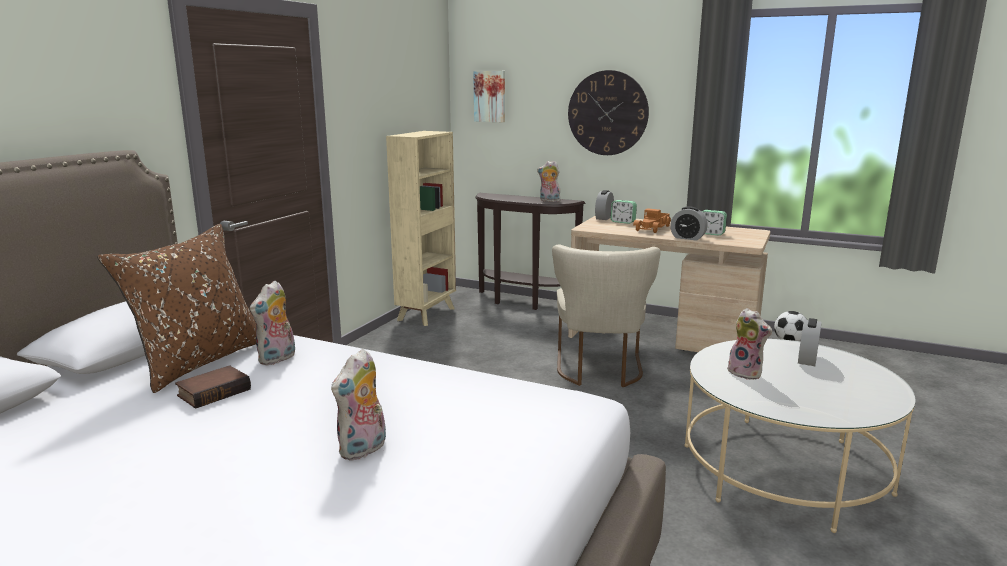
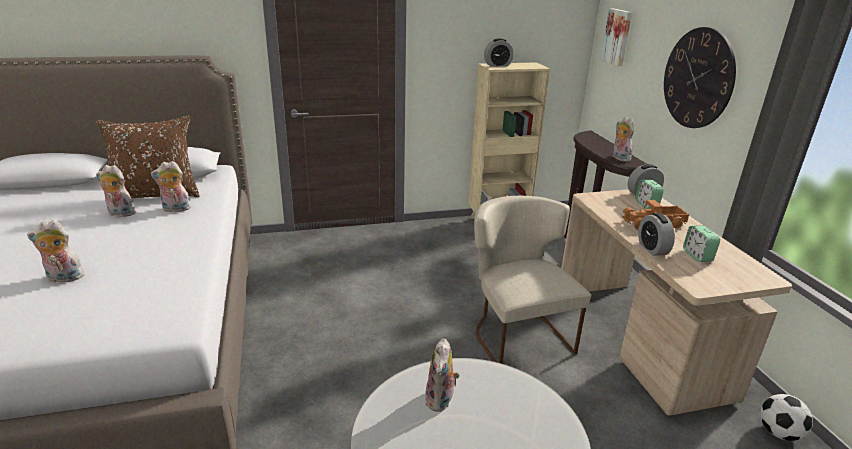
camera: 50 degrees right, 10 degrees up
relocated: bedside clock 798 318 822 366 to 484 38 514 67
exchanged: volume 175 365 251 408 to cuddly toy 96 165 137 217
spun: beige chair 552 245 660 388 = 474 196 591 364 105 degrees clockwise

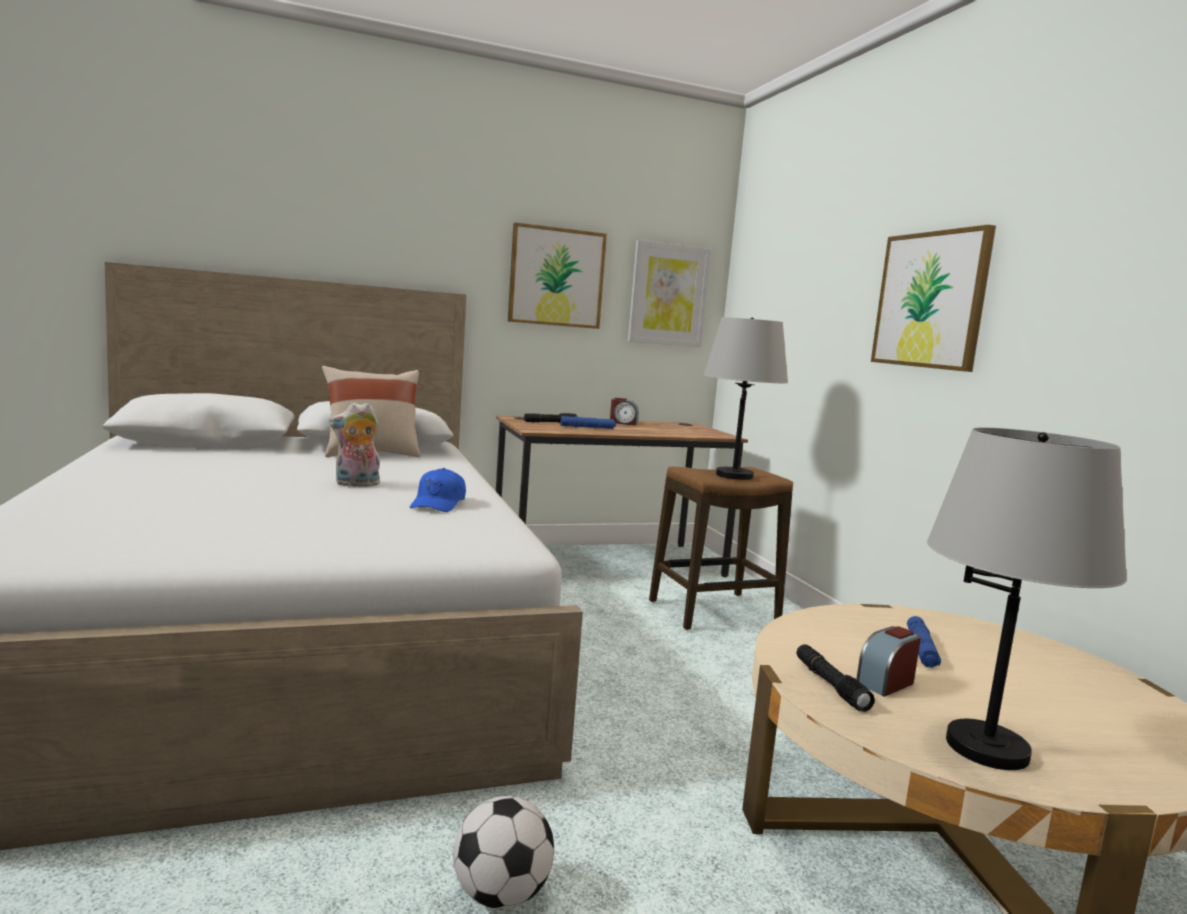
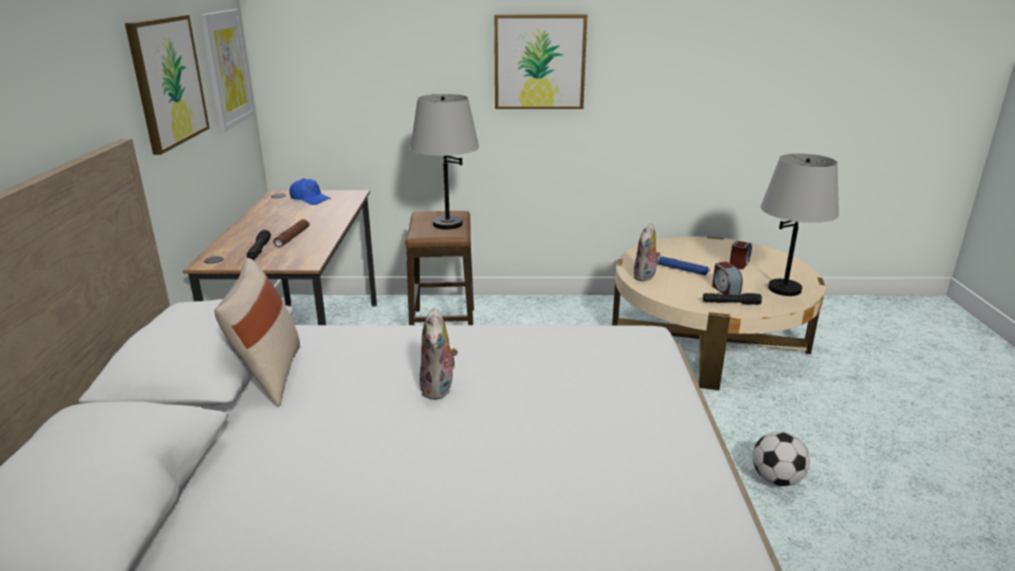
camera: 70 degrees left, 15 degrees up
appeared: cuddly toy 633 223 661 281
relocated: bedside clock 610 398 639 426 to 730 241 752 269; blue-coloured baseball cap 410 468 466 512 to 289 178 331 205
colour: blue-coloured torch 561 416 616 429 to brown-coloured torch 273 219 310 247

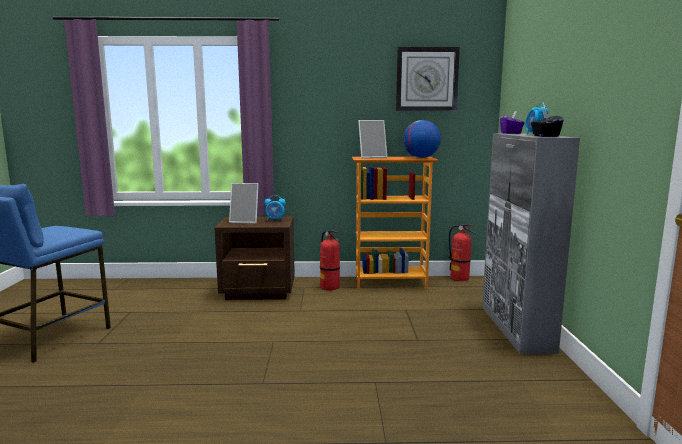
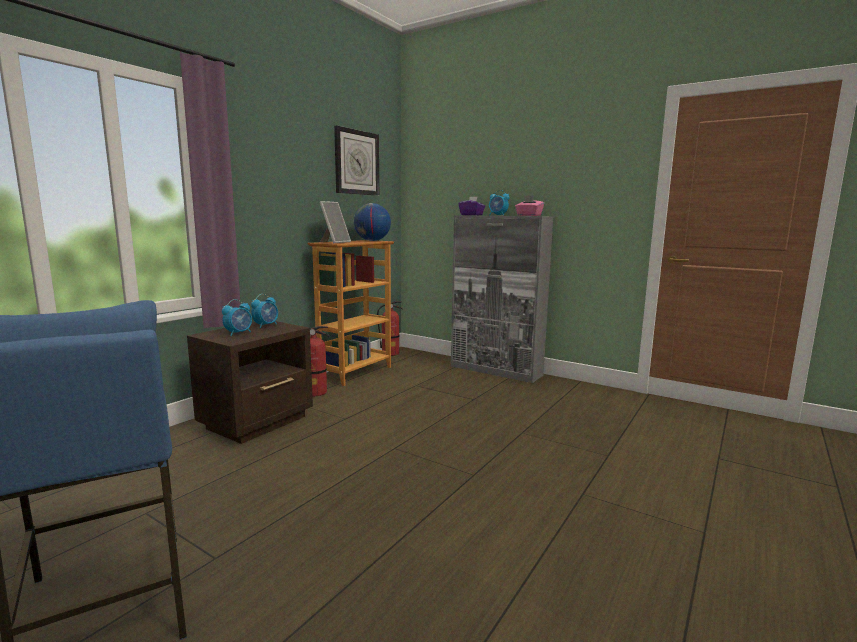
camera: 55 degrees left, 0 degrees up
exchanged: standing frame 229 183 259 223 to bedside clock 222 299 252 336
colour: black-coloured tissue box 531 110 563 137 to pinkish tissue box 515 196 544 216

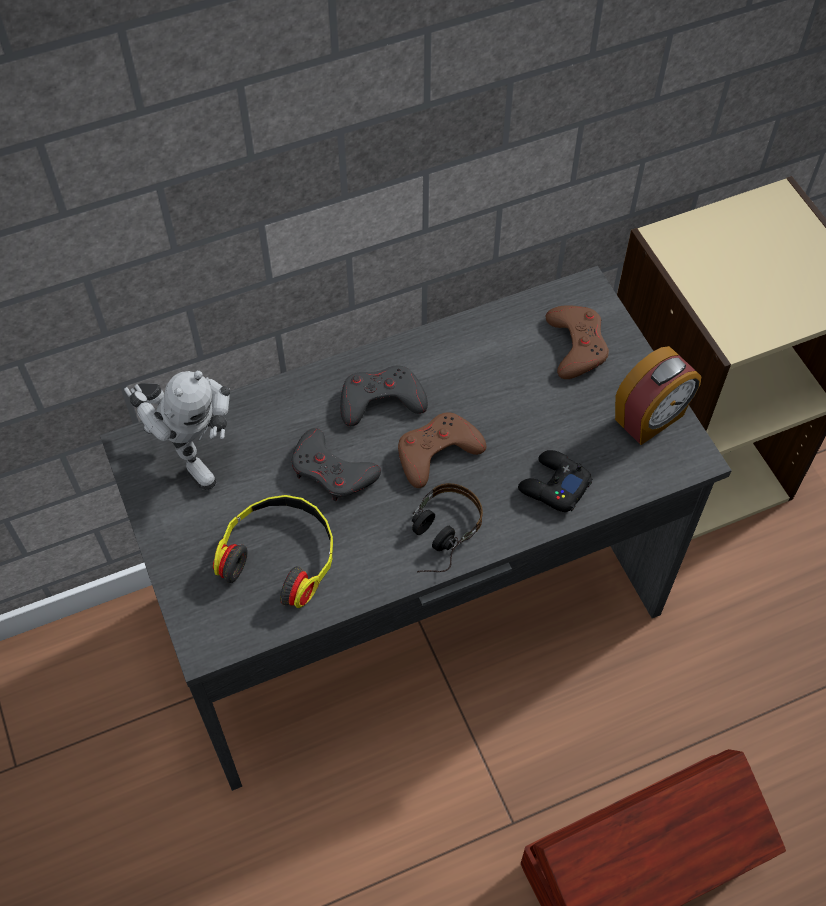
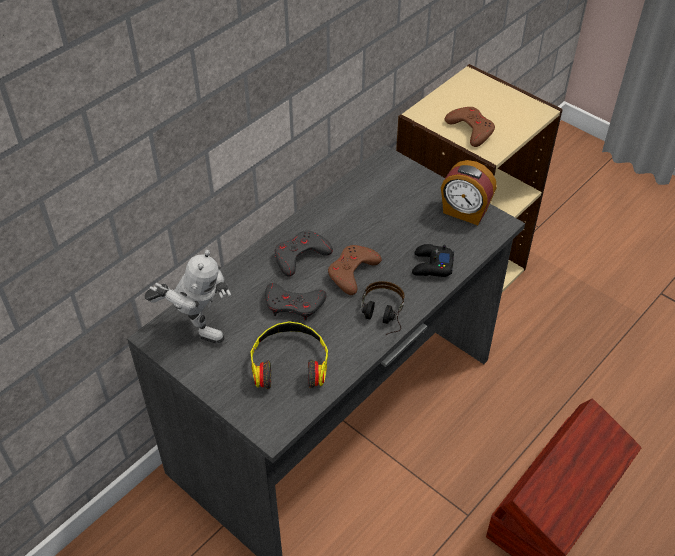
camera: 25 degrees left, 10 degrees down
relocated: brown-coloured game controller 546 305 609 379 to 445 107 495 147
spun: bedside clock 615 346 701 445 = 441 160 497 225 90 degrees clockwise

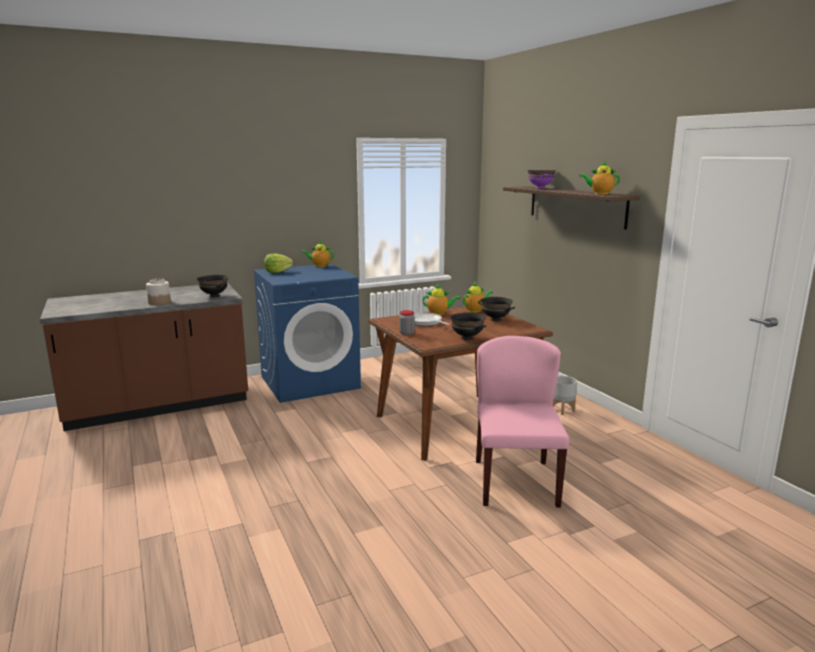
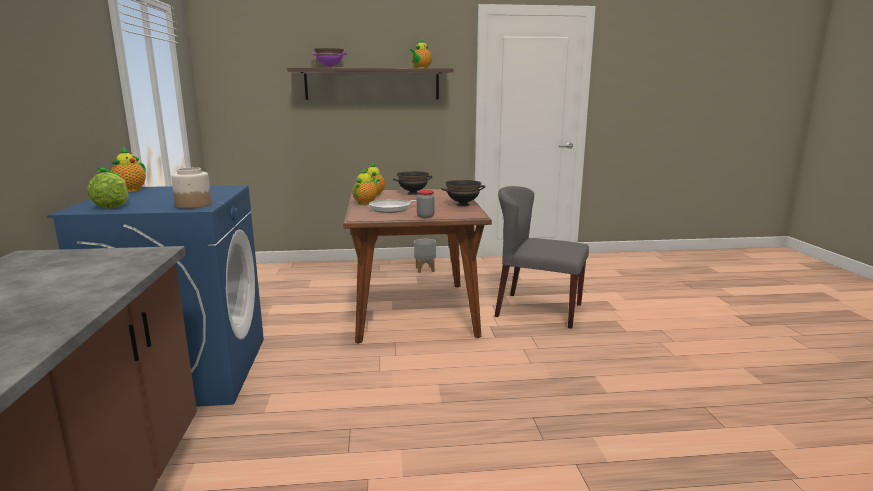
camera: 70 degrees left, 0 degrees up
missing: black-coloured serving bowl 197 275 228 298
relocated: storage jar 146 279 171 305 to 171 167 212 209
colour: pinkish chair 476 336 569 507 to grey chair 494 186 589 329

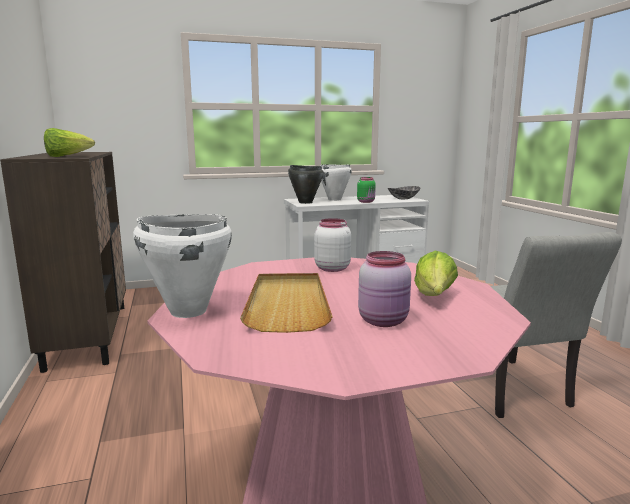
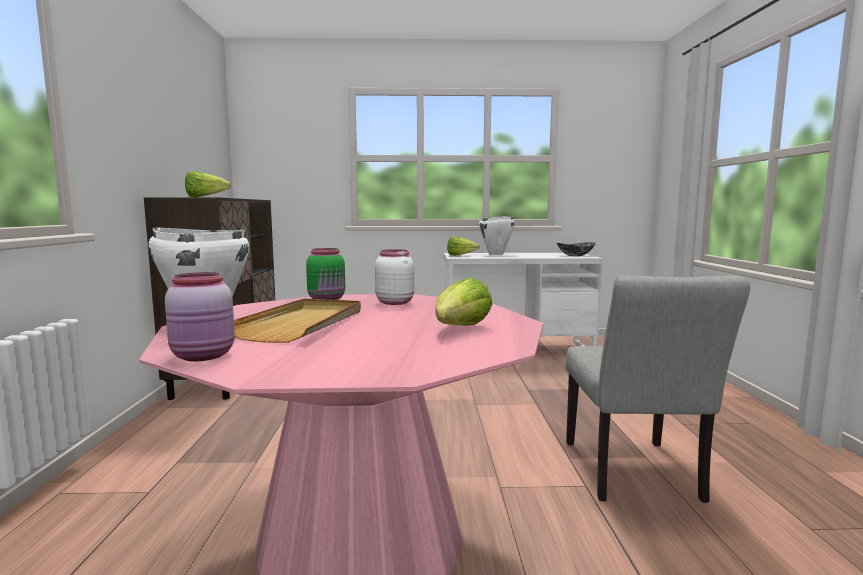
camera: 15 degrees right, 5 degrees down
relocated: greenish storage jar 357 177 376 203 to 306 248 345 300; pinkish storage jar 358 251 411 327 to 165 272 235 361
exchanged: black-coloured saucepot 288 165 323 204 to lettuce 447 236 480 256

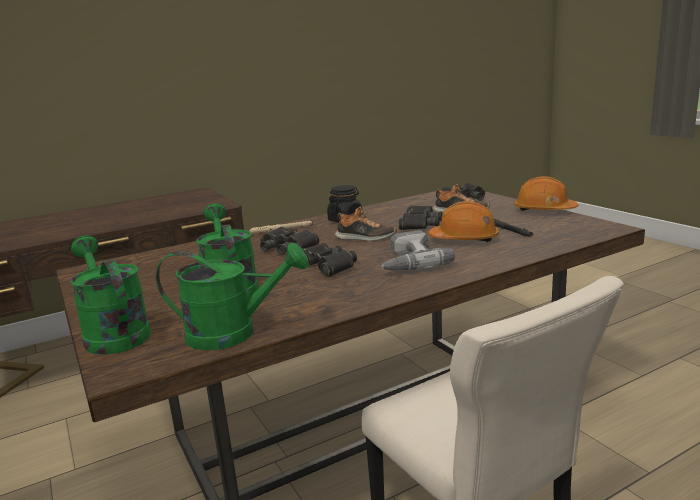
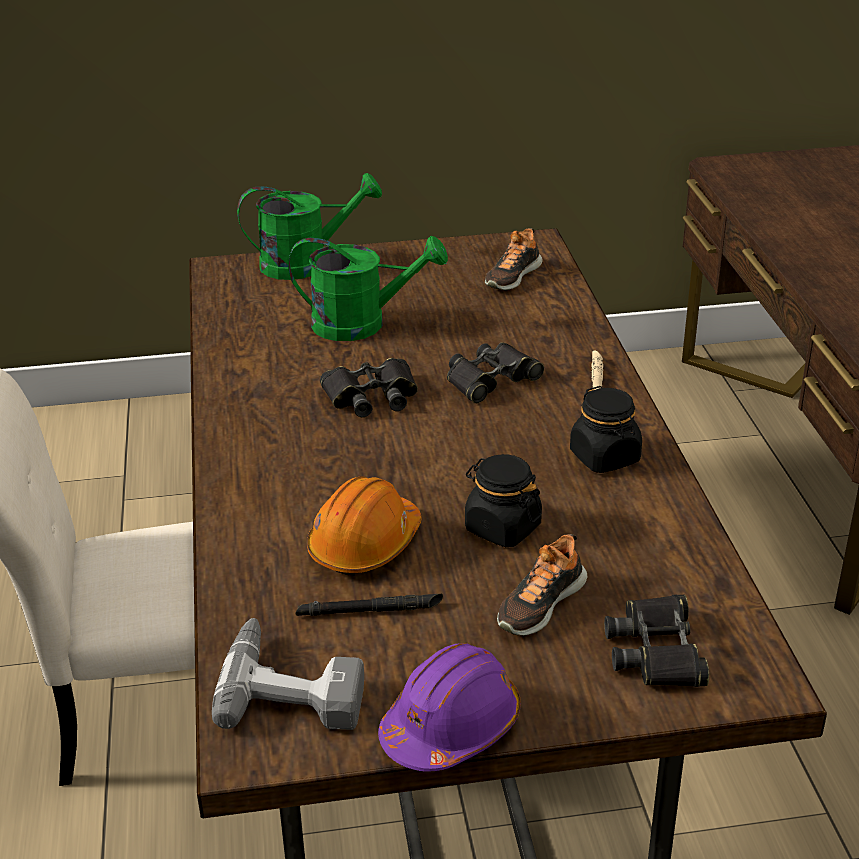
camera: 110 degrees right, 15 degrees up
missing: greenish watering pot 156 243 309 350
relocated: low shoe 335 207 397 241 to 485 228 543 290; power drill 381 230 455 271 to 212 618 364 730
exchanged: black-coloured pair of binoculars 398 205 442 230 to black-coloured storage jar 465 454 542 547
colour: orange hard hat 514 176 578 211 to purple-coloured hard hat 378 643 521 772

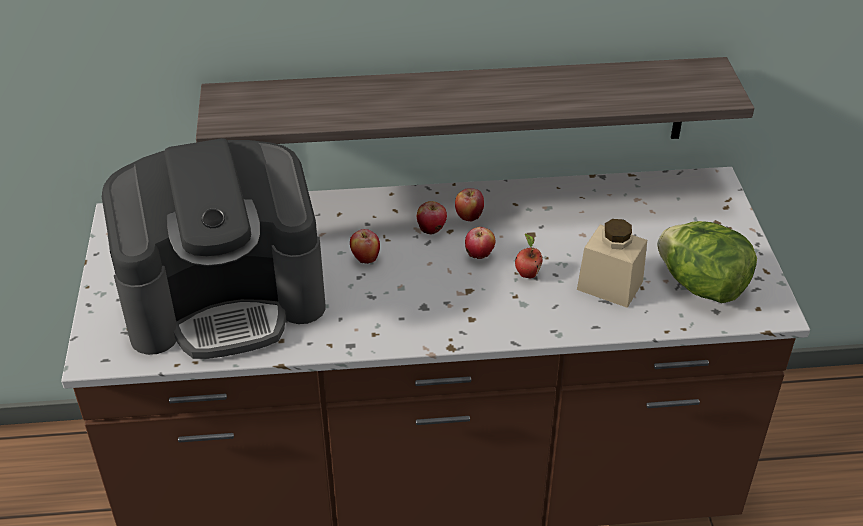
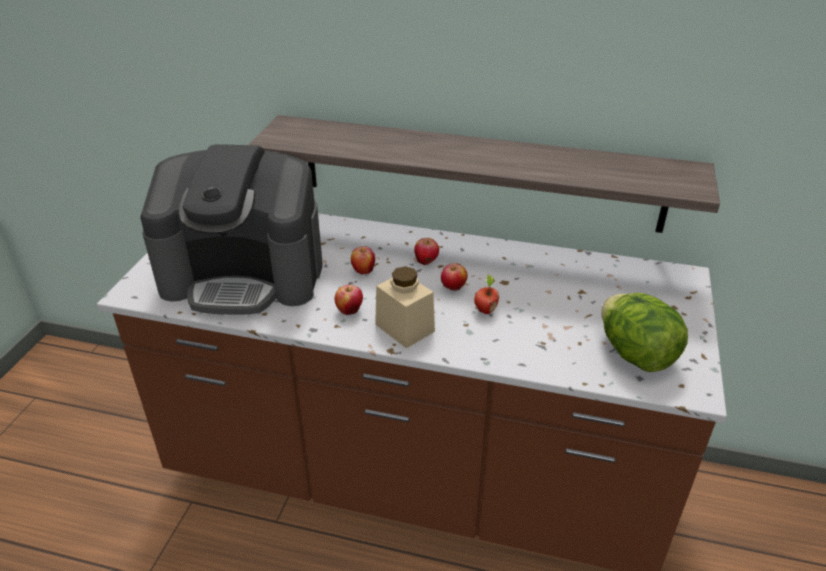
camera: 20 degrees right, 5 degrees down
relocated: apple 455 188 484 222 to 335 285 363 315; beige storage jar 577 219 647 308 to 375 266 435 348

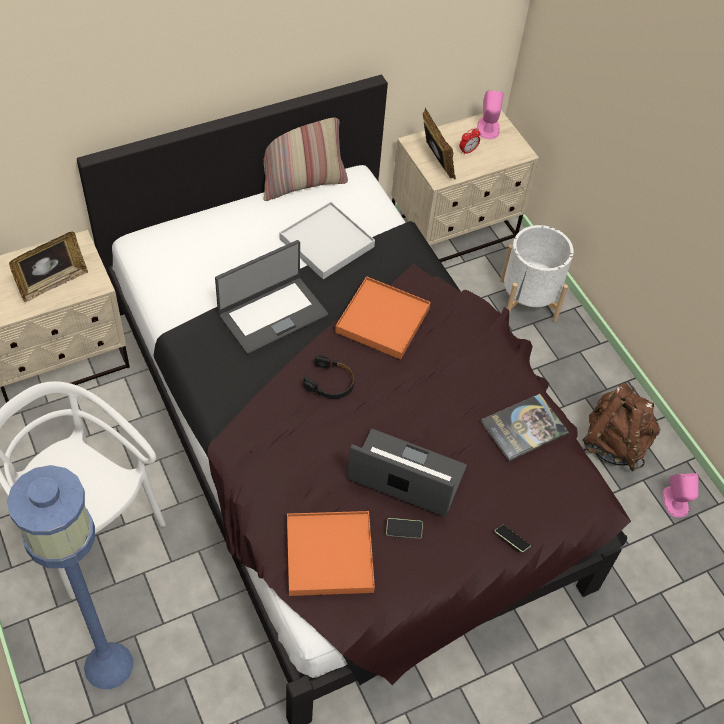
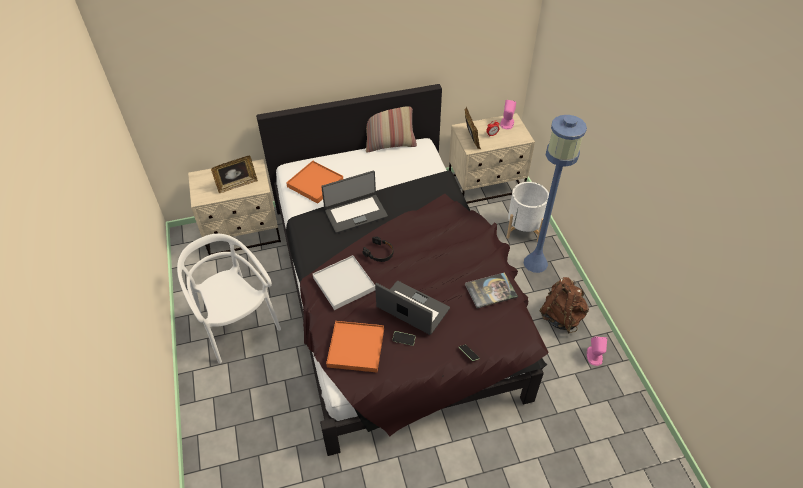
camera: 15 degrees right, 5 degrees down
relocated: white-coloured serving tray 279 202 375 279 to 313 255 375 310; orange serving tray 335 276 431 360 to 286 161 343 204; blue-coloured standard lamp 7 465 133 689 to 524 115 587 273

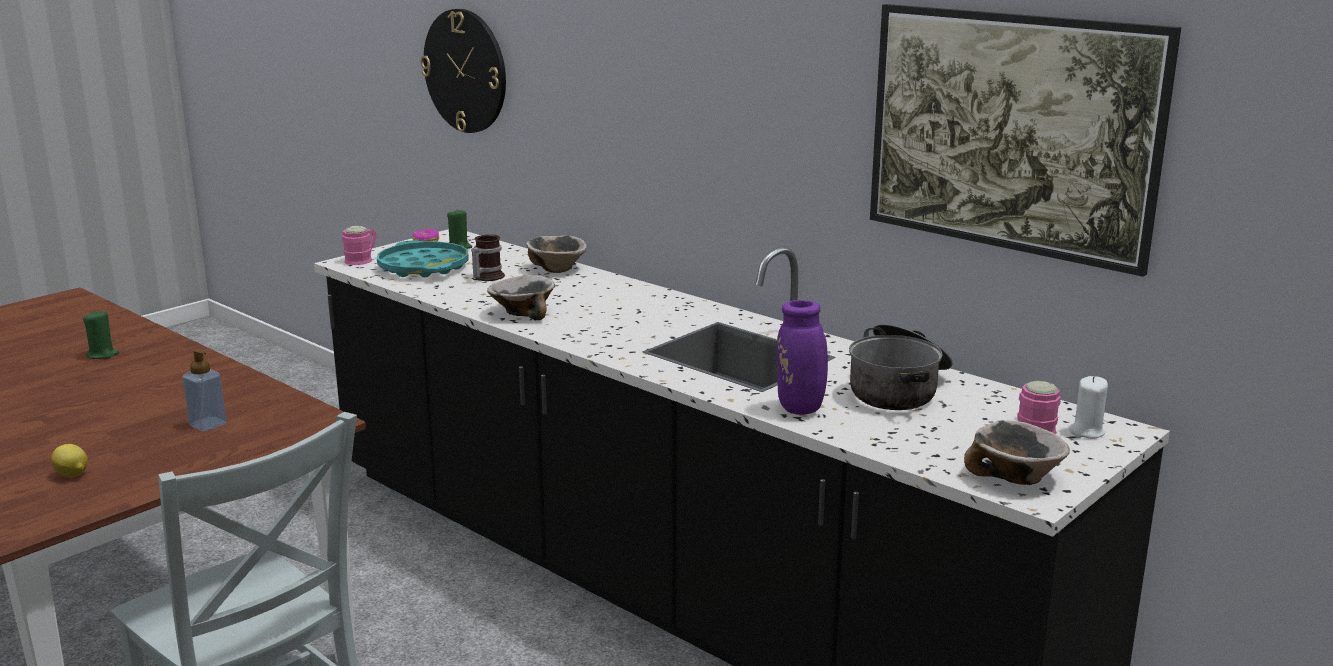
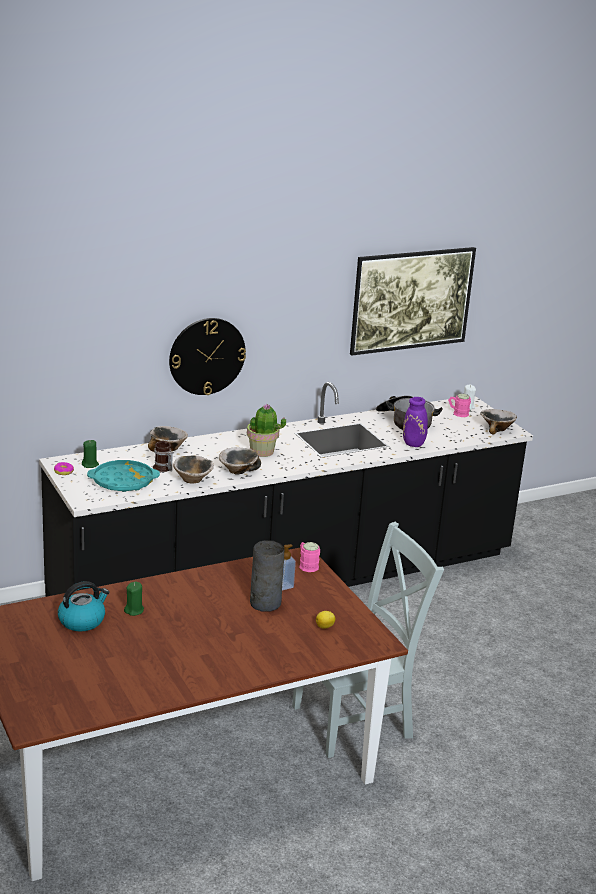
camera: 70 degrees left, 5 degrees up
appeared: potted plant 247 404 286 457; serving bowl 173 455 214 483; grey vase 250 540 284 612; water kettle 58 581 109 632
relocated: clock on the wall 421 9 506 133 to 169 318 246 395; pinkish mug 342 226 377 265 to 299 542 320 572

